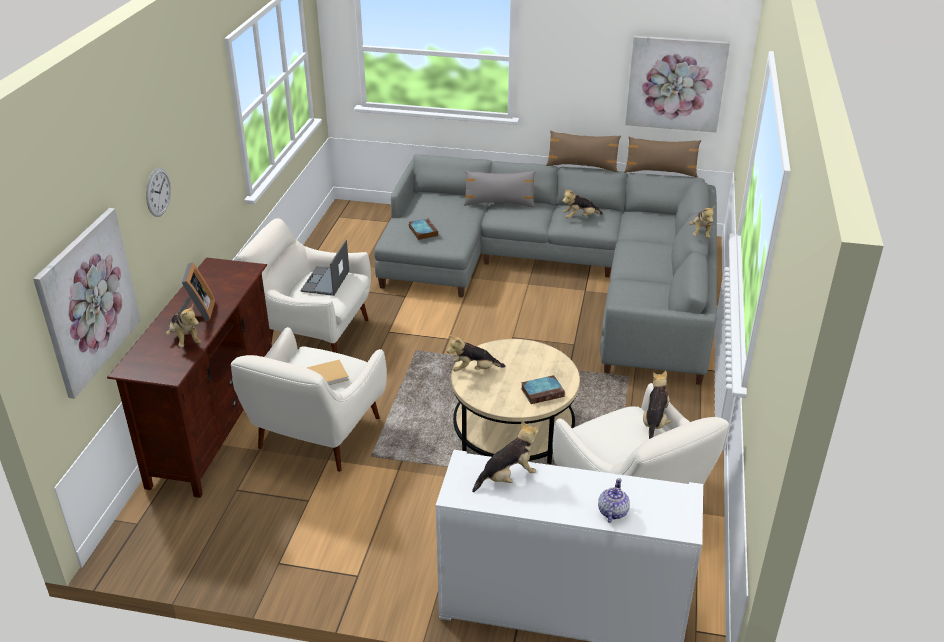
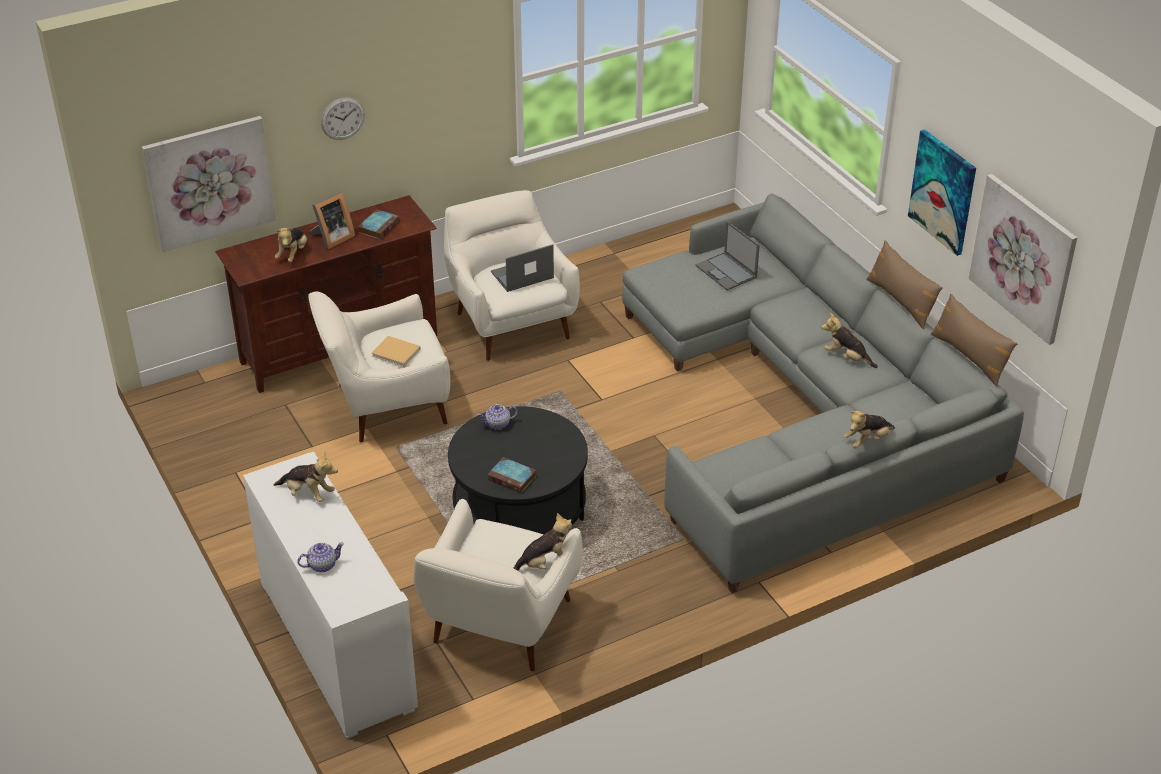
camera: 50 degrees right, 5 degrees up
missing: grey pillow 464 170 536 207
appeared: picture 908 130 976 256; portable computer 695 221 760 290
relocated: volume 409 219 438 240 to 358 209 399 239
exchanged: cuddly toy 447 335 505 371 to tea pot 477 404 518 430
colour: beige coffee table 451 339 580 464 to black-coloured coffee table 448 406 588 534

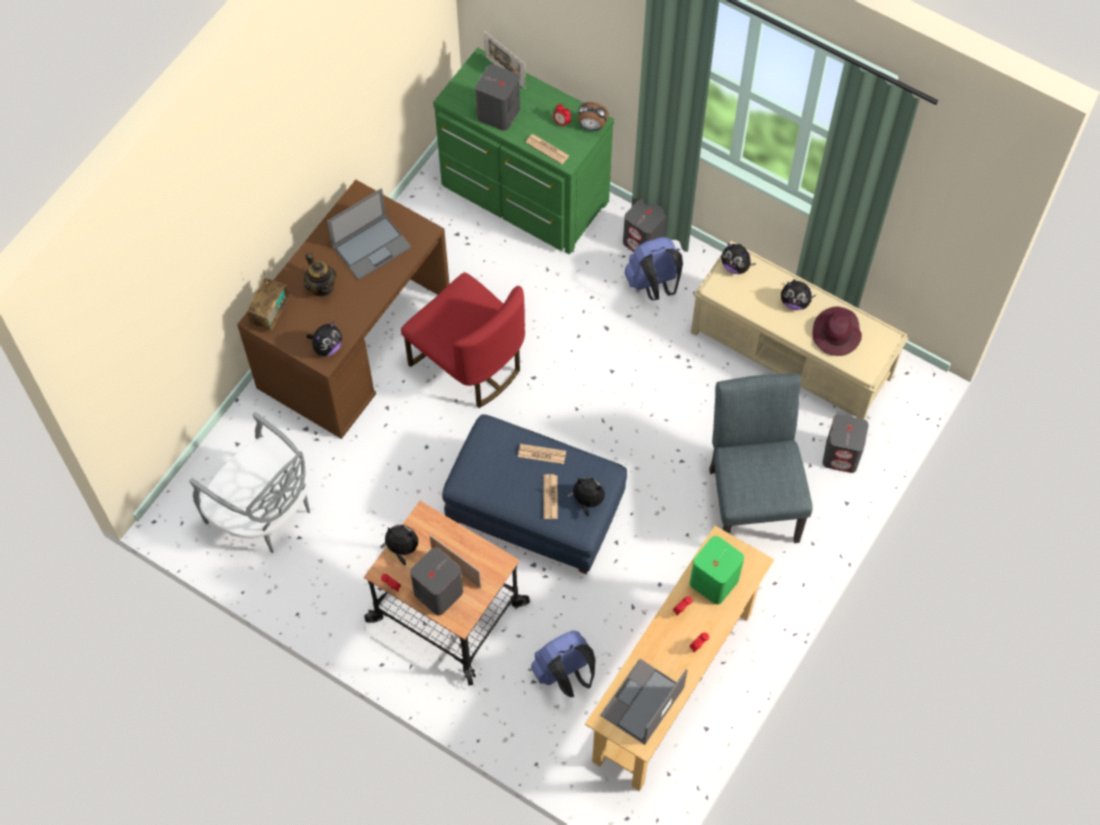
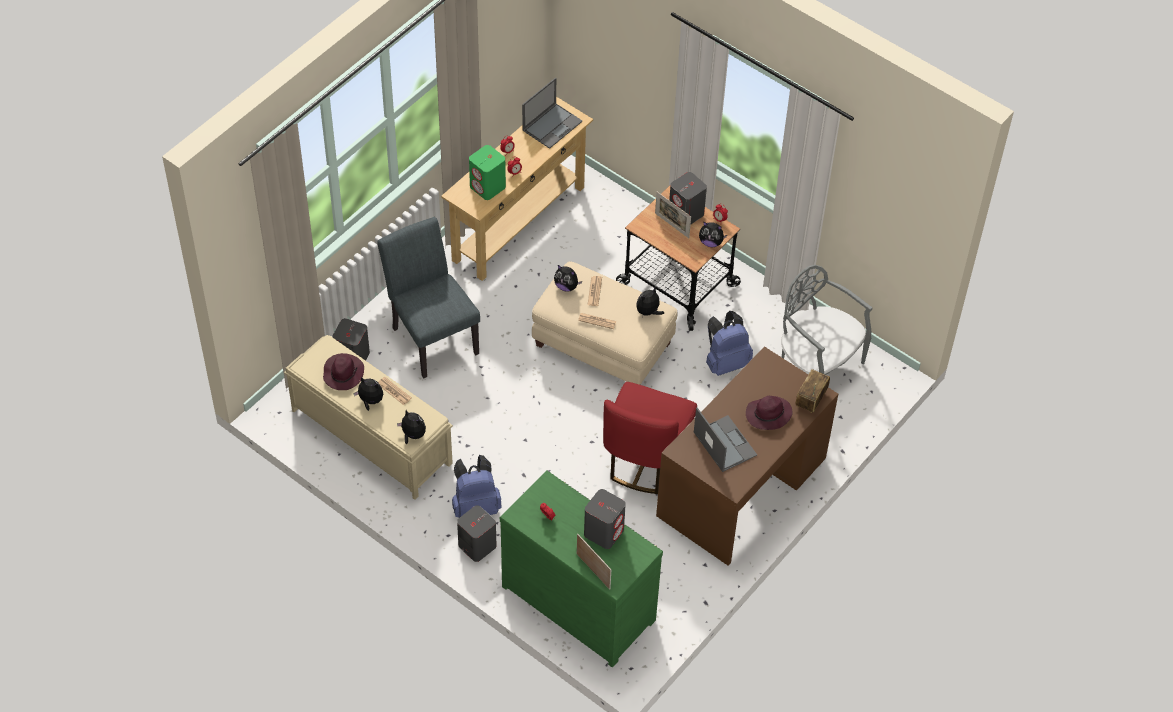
camera: 175 degrees left, 10 degrees down
missing: bedside clock 578 102 609 131
relocated: daily paper 525 134 569 164 to 378 377 412 405; cuddly toy 306 322 342 356 to 636 288 664 317; blue-coloured rucksack 531 631 595 697 to 706 311 753 376
exchanged: tea pot 304 252 336 296 to purple-coloured hat 746 396 792 430
colour: blue-coloured footrest 442 414 627 574 to beige footrest 532 261 677 385
spun: portable computer 327 189 412 280 = 694 407 757 472 90 degrees clockwise; red chair 401 272 525 408 = 603 382 697 494 120 degrees counterclockwise; grey chair 709 374 813 543 = 377 217 480 379 150 degrees clockwise

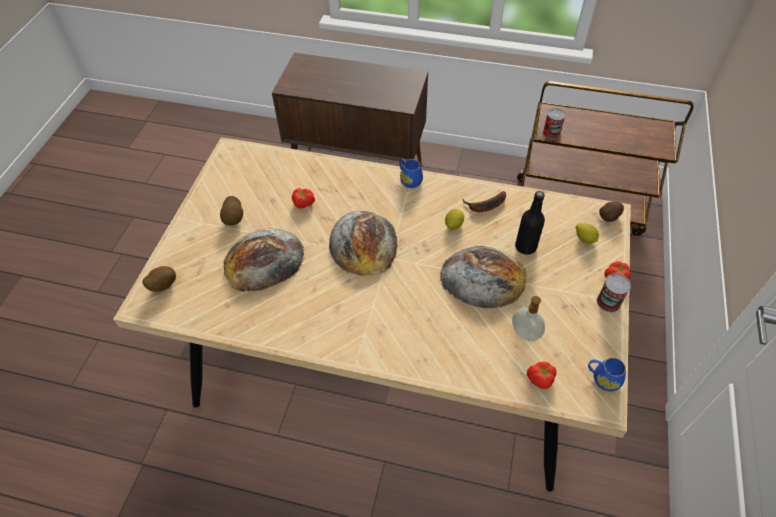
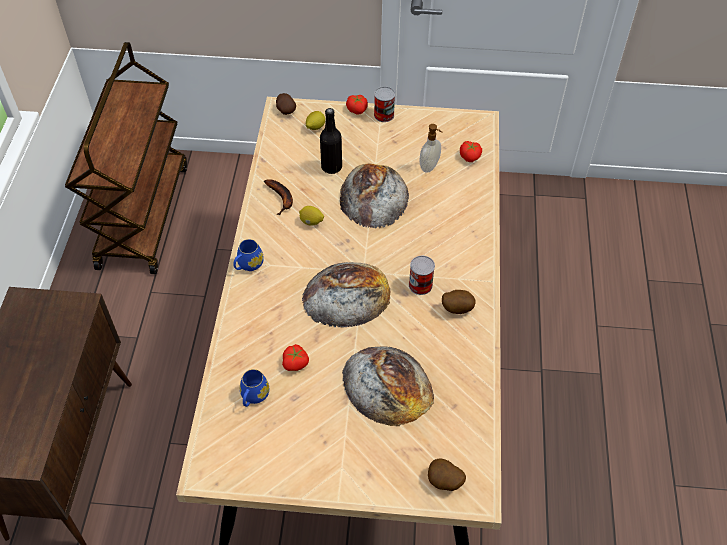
camera: 100 degrees left, 0 degrees up
relocated: sealed can 543 108 566 139 to 409 256 435 295; potato 220 196 243 226 to 442 290 476 314; blue-coloured mug 588 358 626 391 to 240 369 269 407

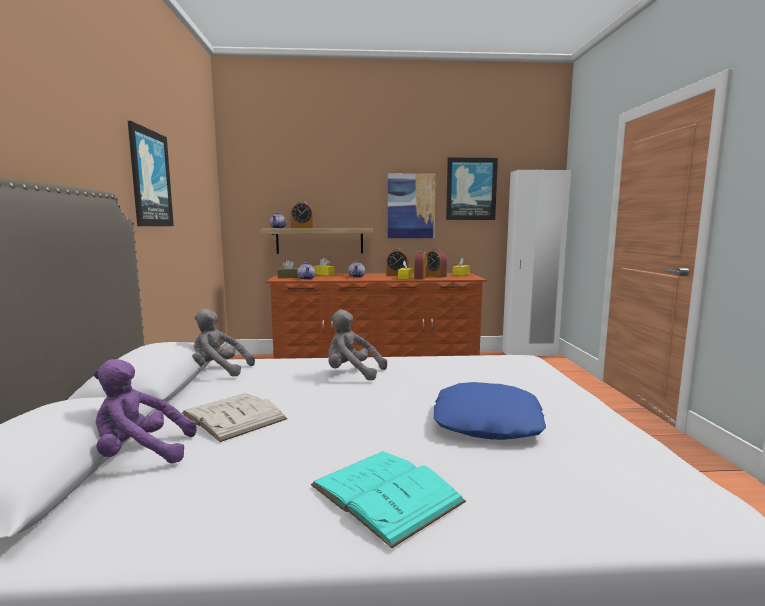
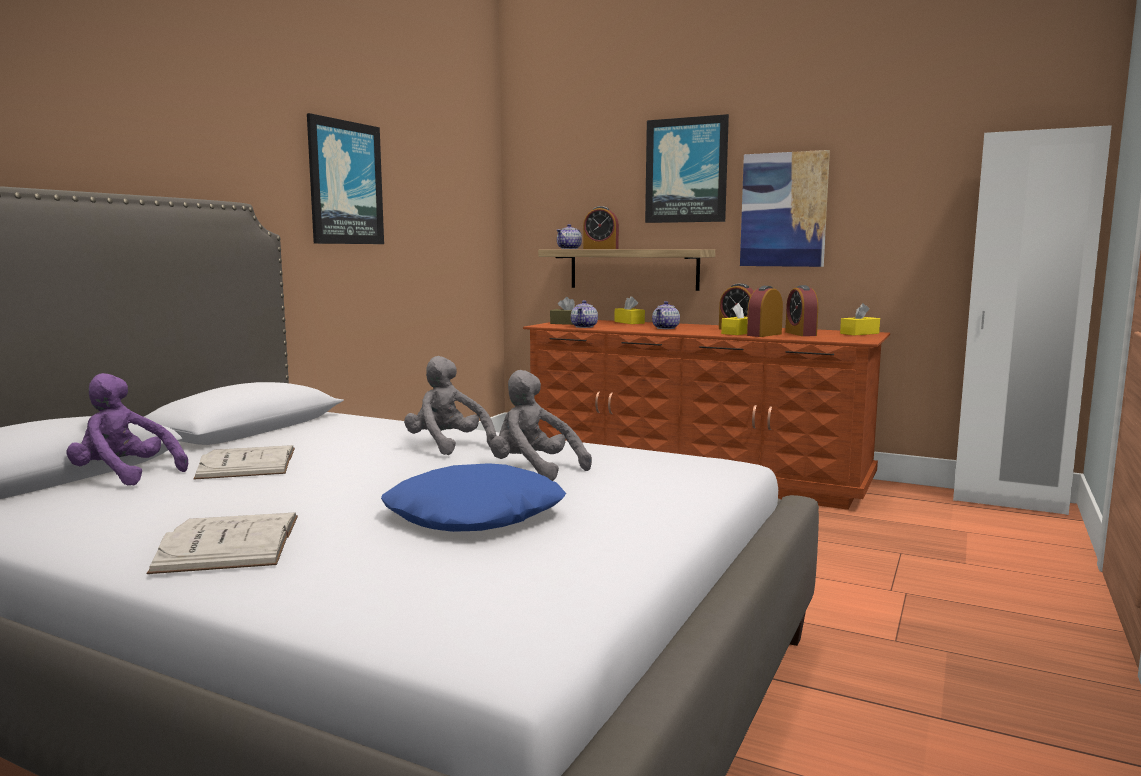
camera: 30 degrees right, 0 degrees up
relocated: picture 446 158 498 220 to 645 114 729 223; grey cuddly toy 192 309 255 377 to 490 370 592 481
colour: blue-green volume 311 452 466 548 to white-coloured volume 147 513 298 574

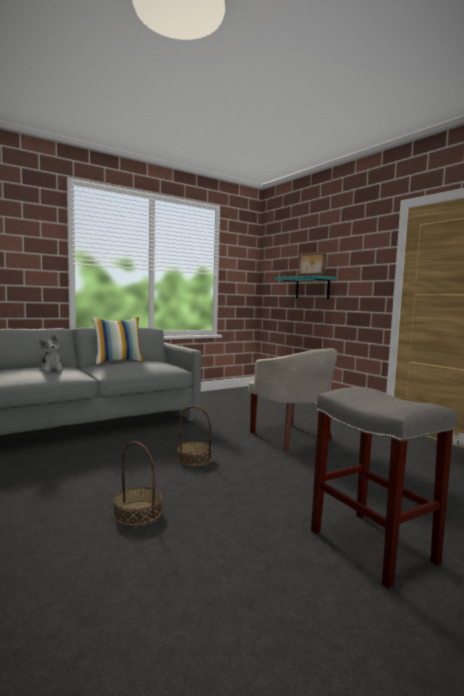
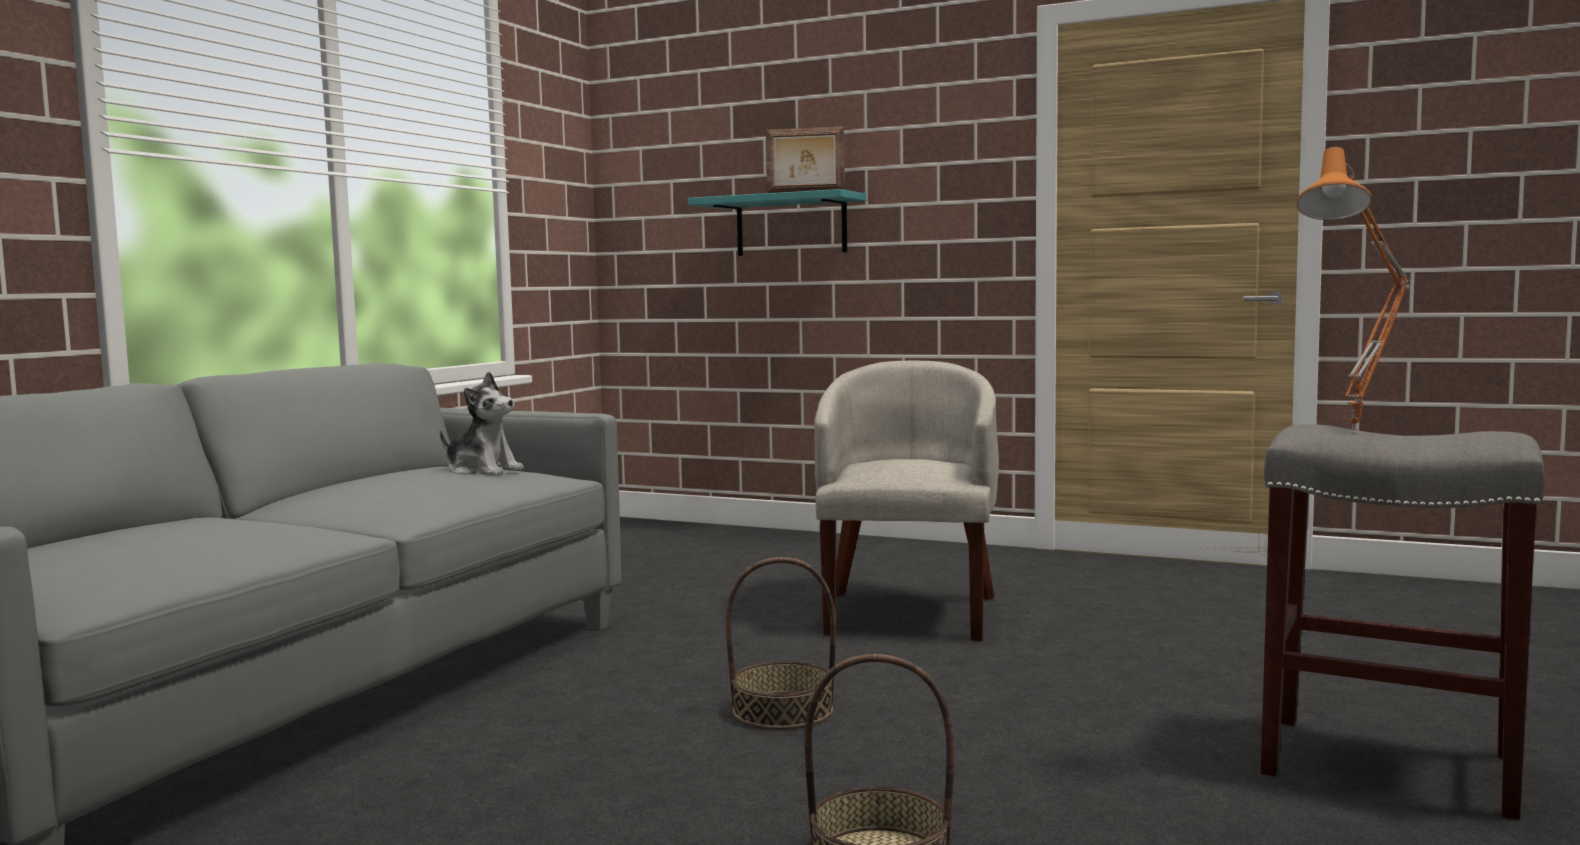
camera: 30 degrees left, 0 degrees up
missing: pillow 91 317 144 364
appeared: orange table lamp 1297 147 1409 431
relocated: cuddly toy 39 335 64 373 to 440 372 524 475
spun: beige armchair 248 348 338 451 = 814 361 999 641 105 degrees counterclockwise

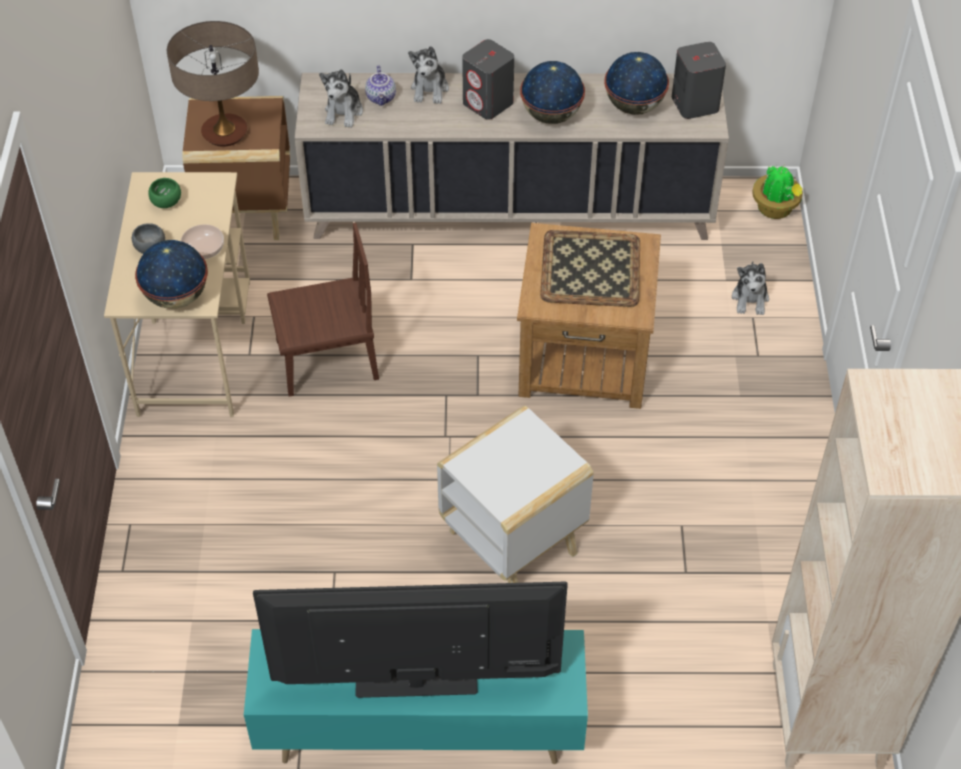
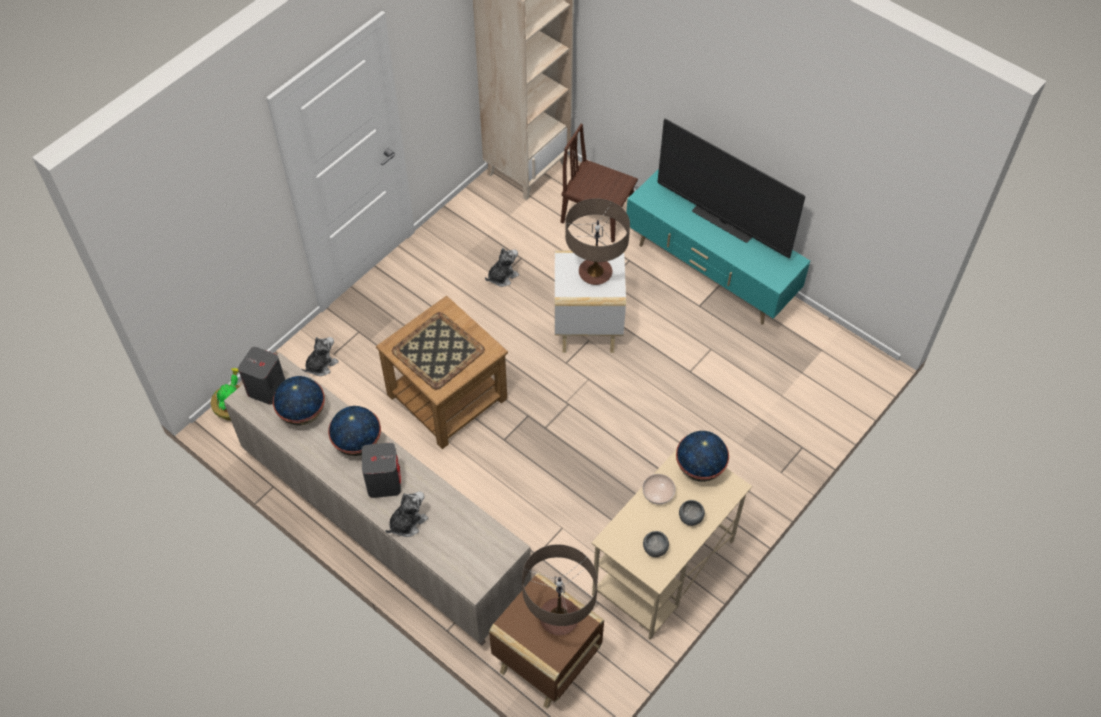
camera: 140 degrees left, 5 degrees up
missing: tea pot 365 66 396 106
appeared: table lamp 565 198 630 285
relocated: cuddly toy 319 69 363 128 to 485 248 519 287; brown-coloured chair 267 223 379 397 to 561 124 638 242
colour: greenish serving bowl 148 178 181 208 to grey serving bowl 643 531 669 557

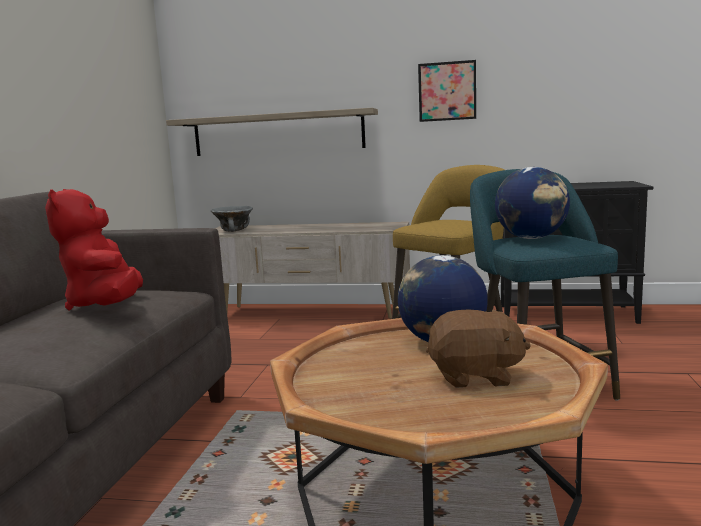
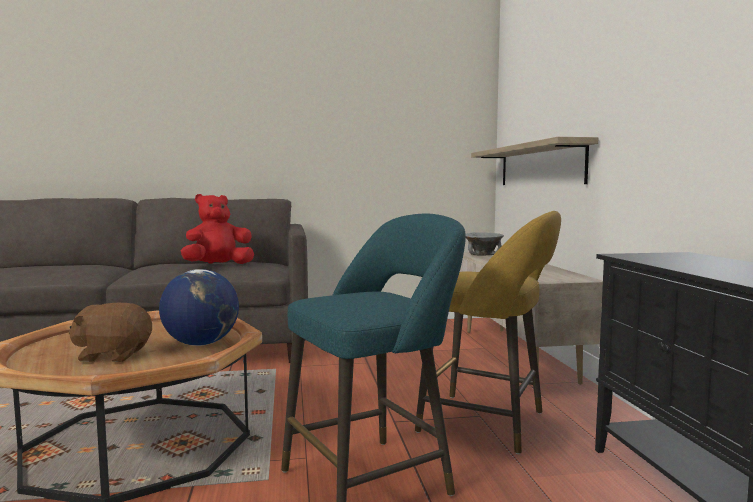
camera: 70 degrees right, 5 degrees down
missing: picture 418 60 476 122; globe 495 167 570 239
spun: brown-coloured cuddly toy 426 309 531 388 = 69 303 152 362 105 degrees clockwise

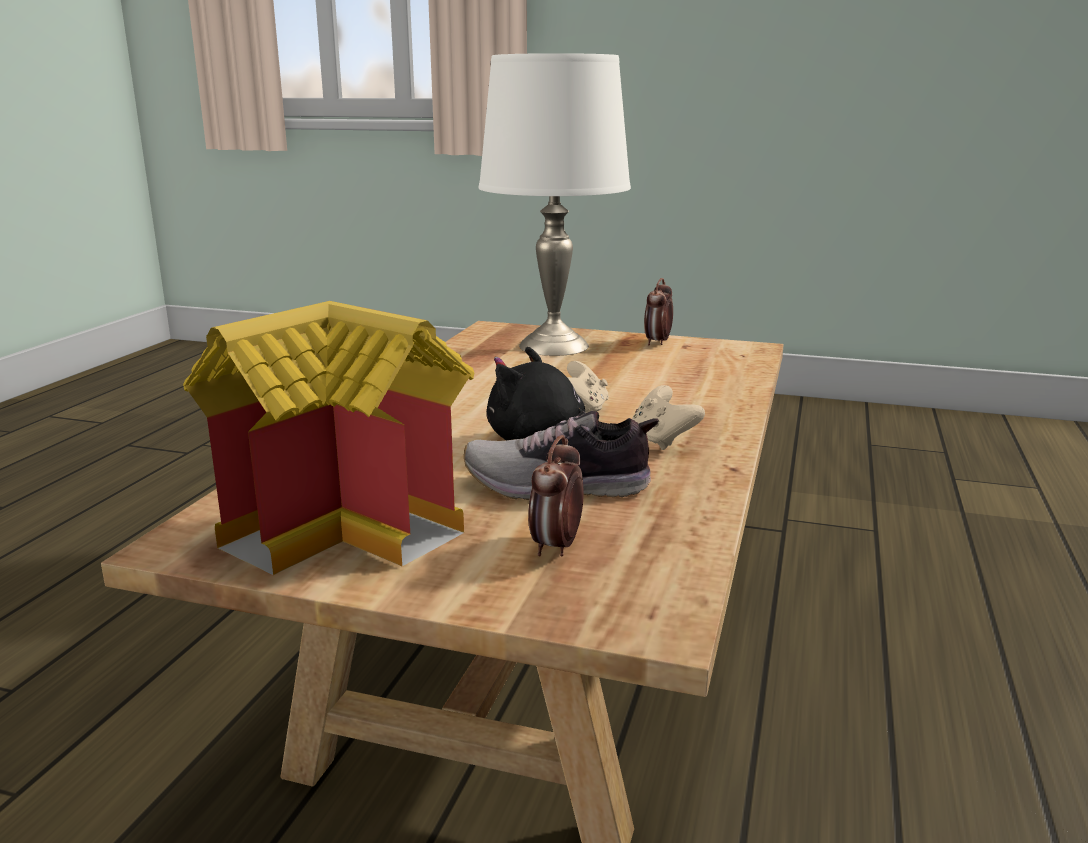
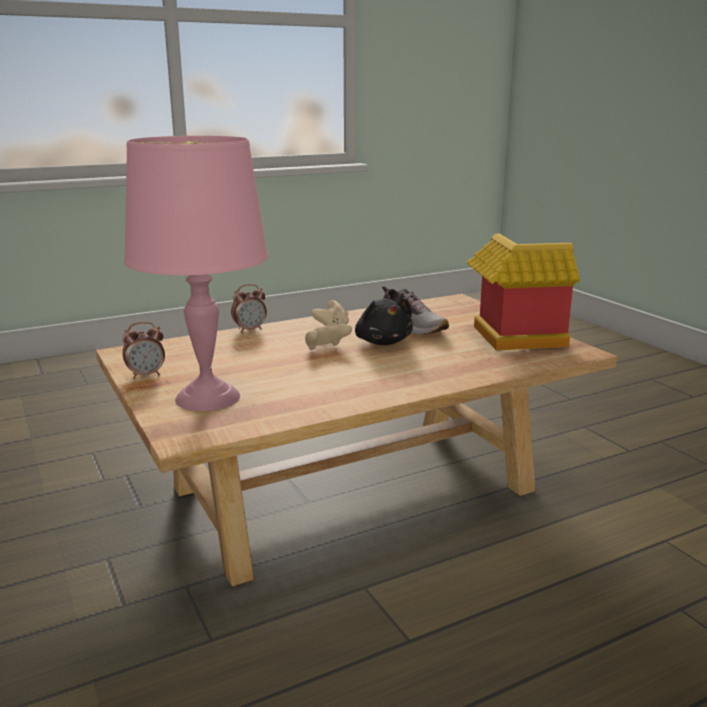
camera: 135 degrees left, 0 degrees up
relocated: bedside clock 528 435 584 556 to 231 284 267 333
colour: white-coloured table lamp 479 53 631 356 to pinkish table lamp 124 136 268 411

